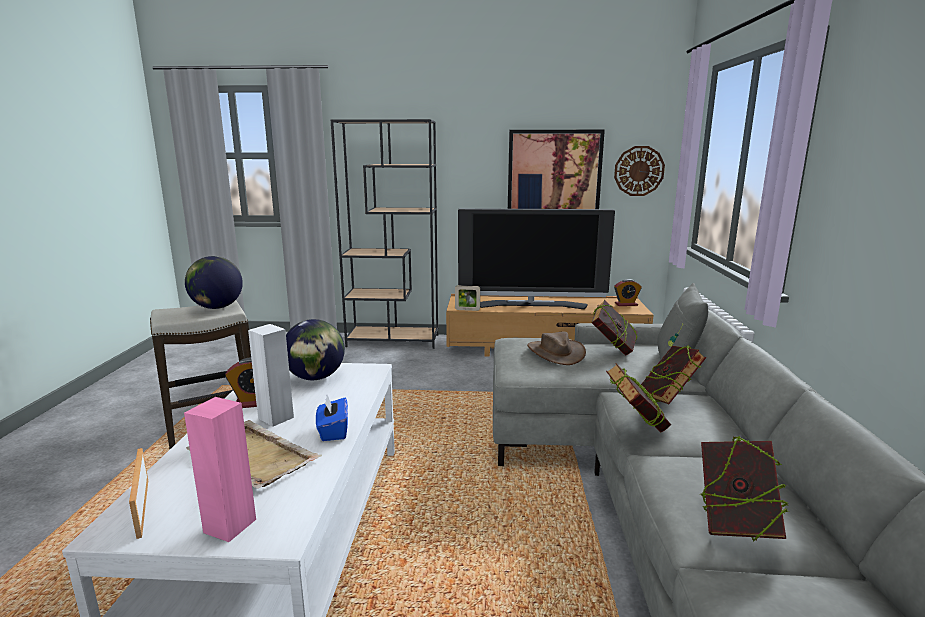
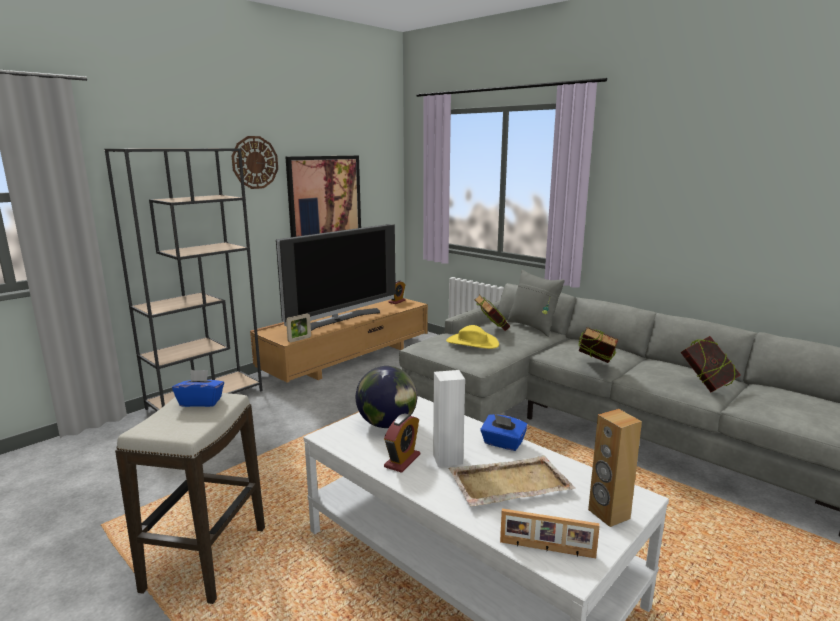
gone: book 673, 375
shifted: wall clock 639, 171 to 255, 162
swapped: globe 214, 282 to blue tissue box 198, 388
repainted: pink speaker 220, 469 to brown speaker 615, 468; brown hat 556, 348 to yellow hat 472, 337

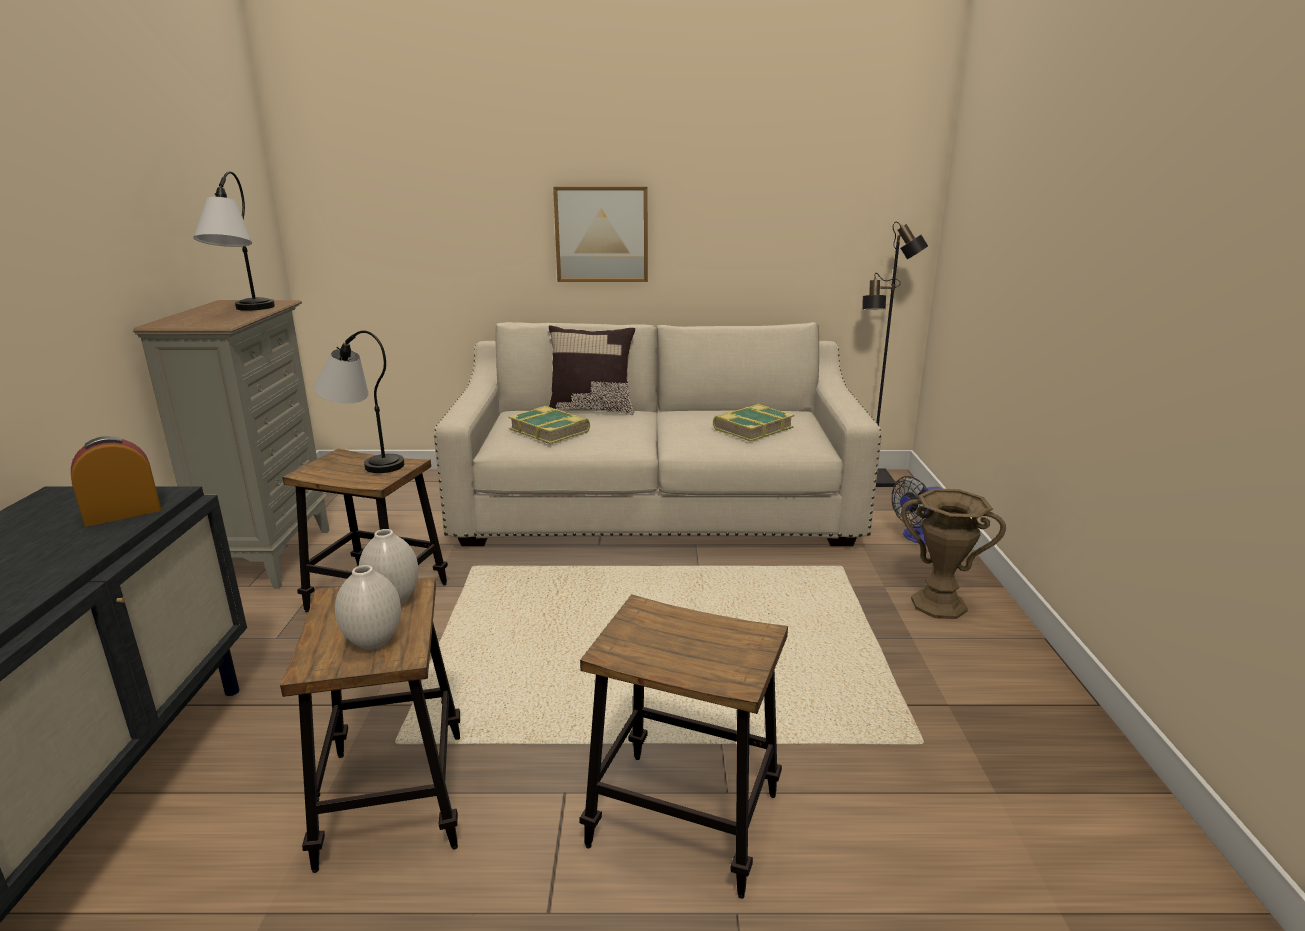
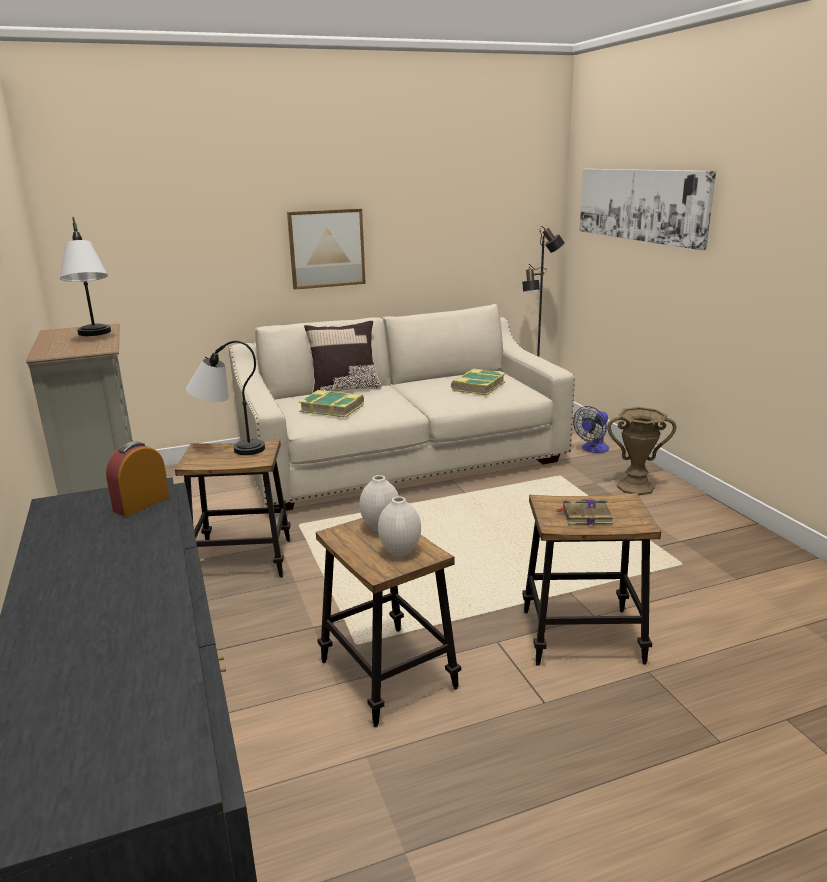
new: book 585, 511; picture 648, 210

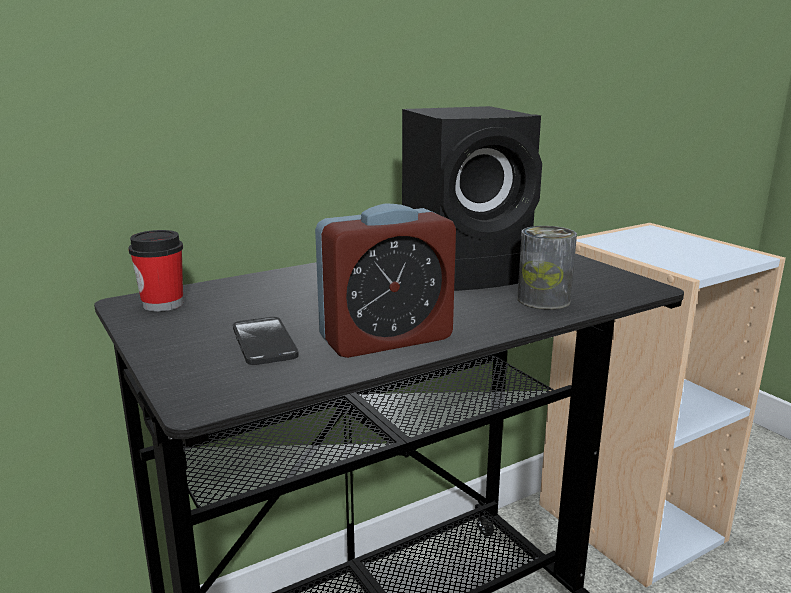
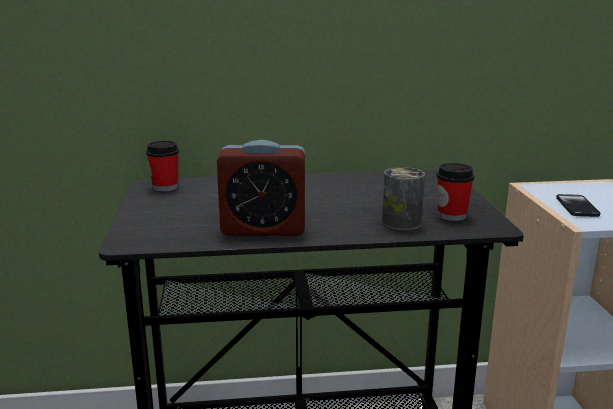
gone: black speaker 472, 198
new: cup 455, 192
shifted: phone 266, 341 to 578, 205

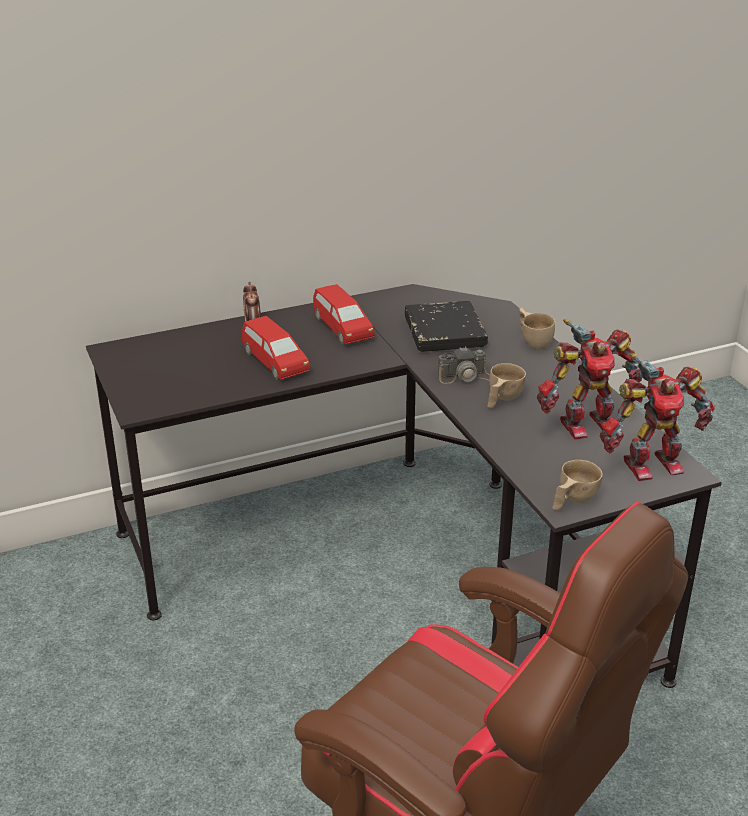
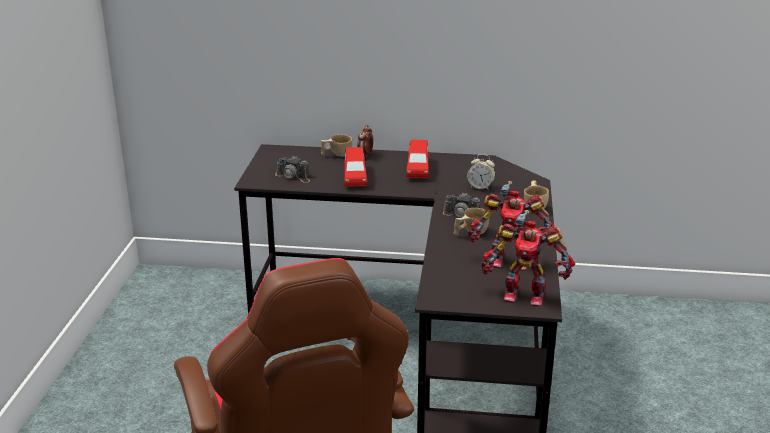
new: photo camera 292, 169
shifted: beige cup 578, 485 to 336, 145
swapped: black book 446, 326 to alarm clock 481, 171

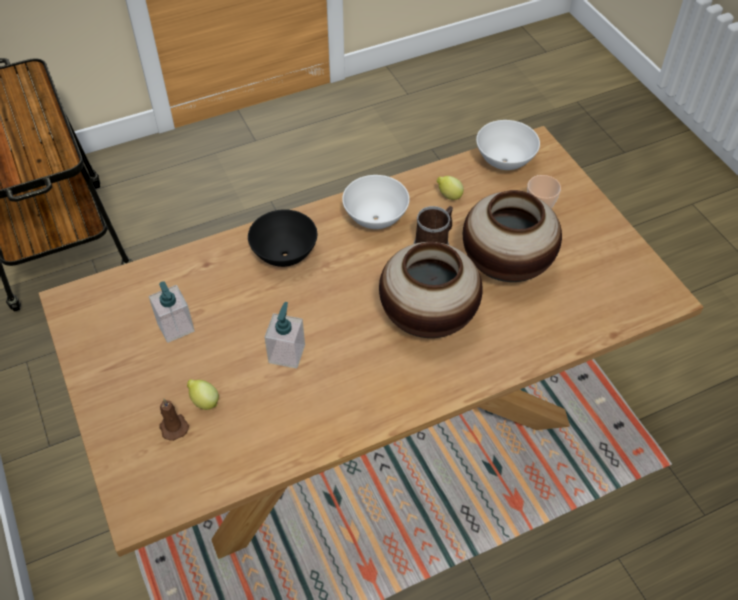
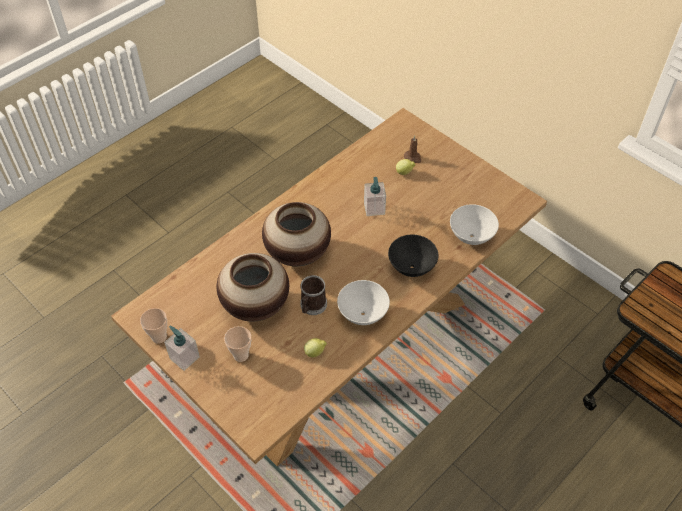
new: cup 153, 326
shifted: soap dispenser 172, 312 to 182, 348; white bowl 508, 145 to 474, 224

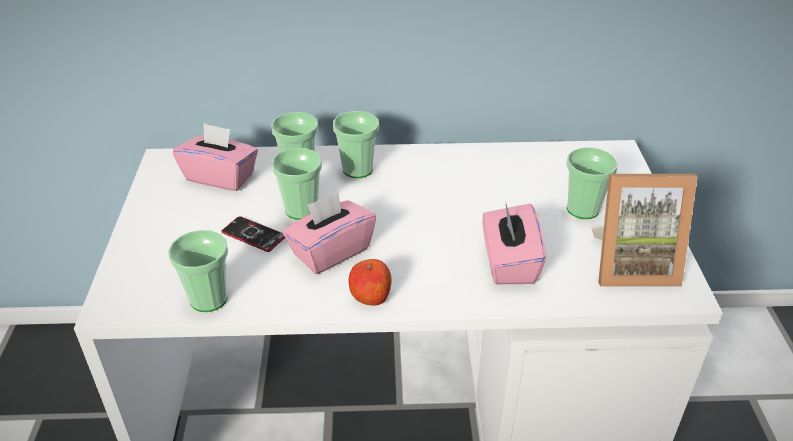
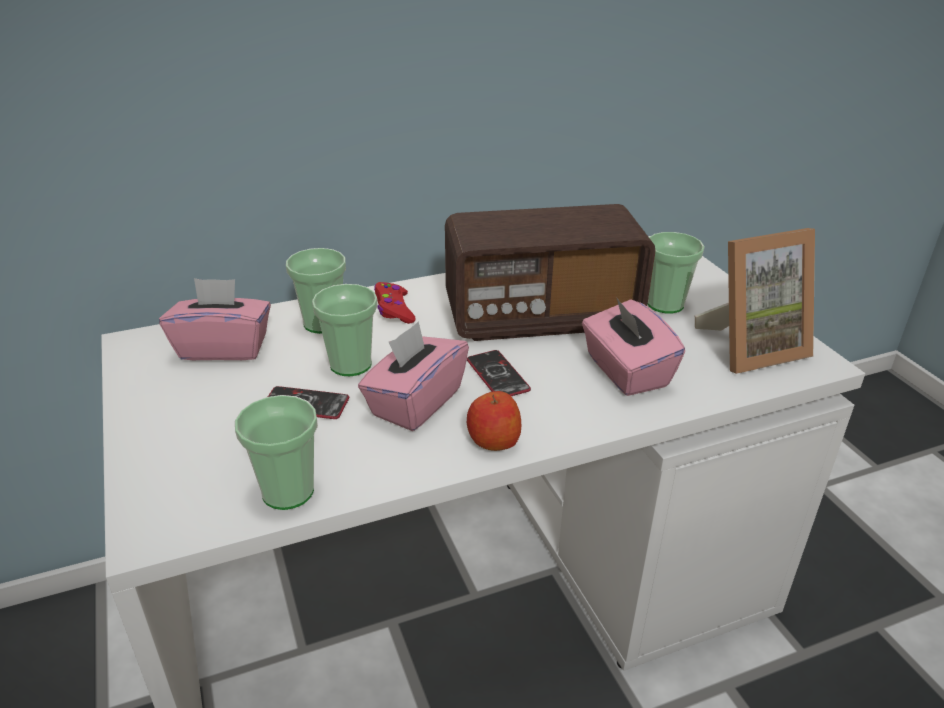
new: radio 550, 272; phone 499, 373
swapped: cup 356, 144 to red game controller 395, 303

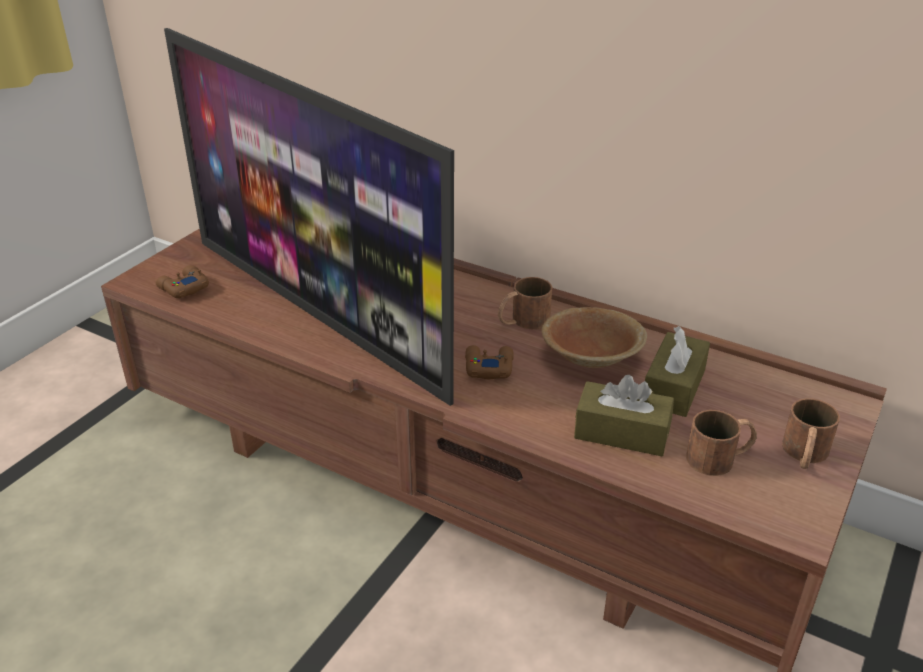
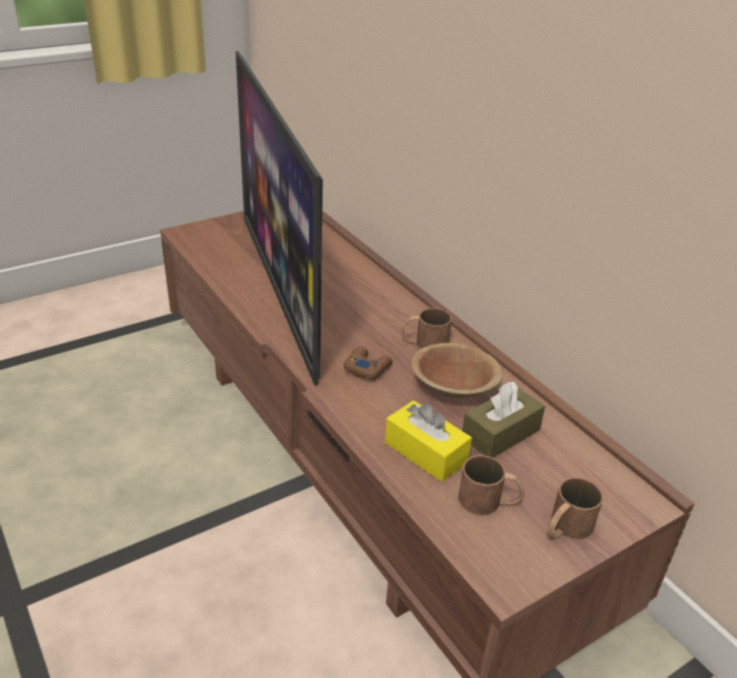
gone: brown game controller 182, 281
repainted: brown tissue box 624, 415 to yellow tissue box 428, 441

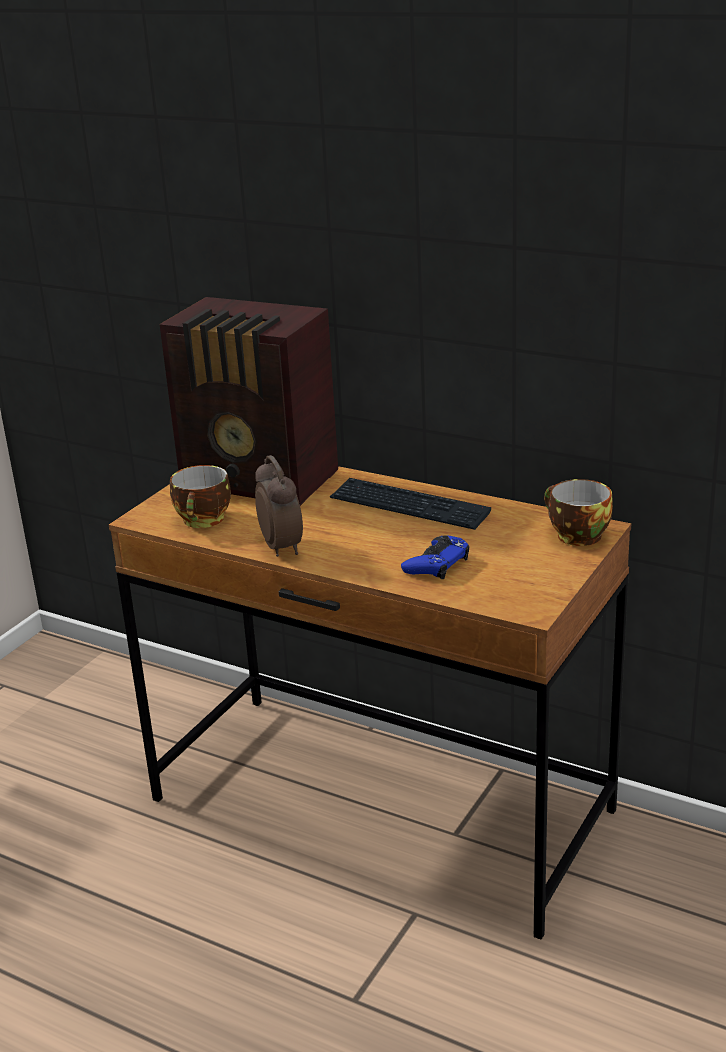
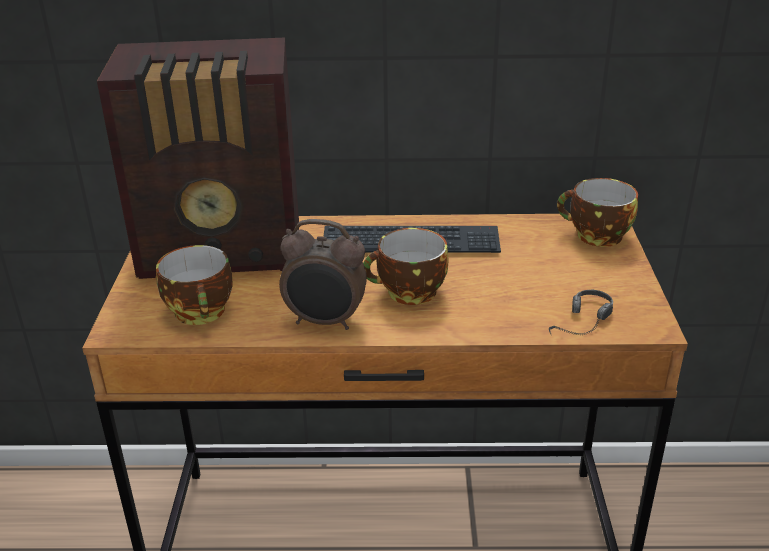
gone: blue game controller 435, 557
new: cup 406, 266; headphones 581, 313
rotated: alarm clock 279, 506 = 323, 274 150 degrees clockwise

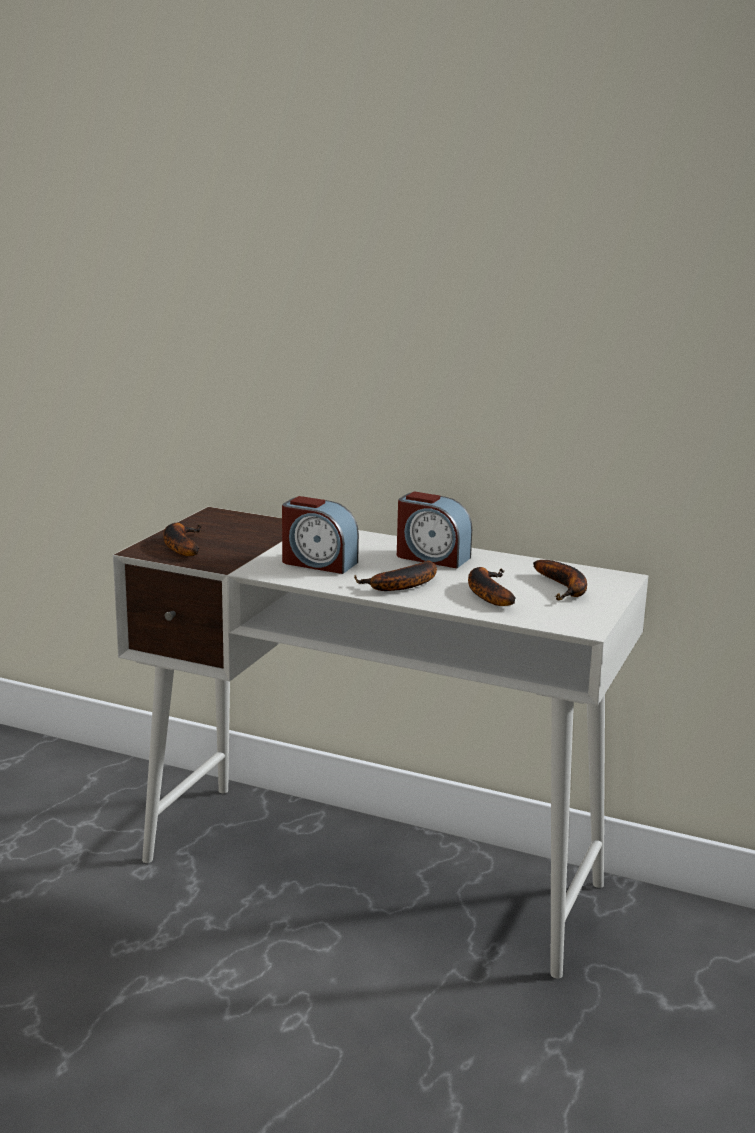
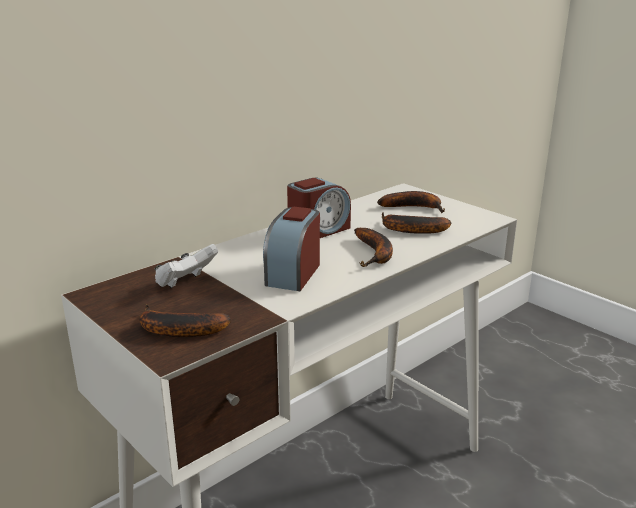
new: white game controller 186, 266
rotated: alarm clock 320, 535 = 291, 249 150 degrees clockwise

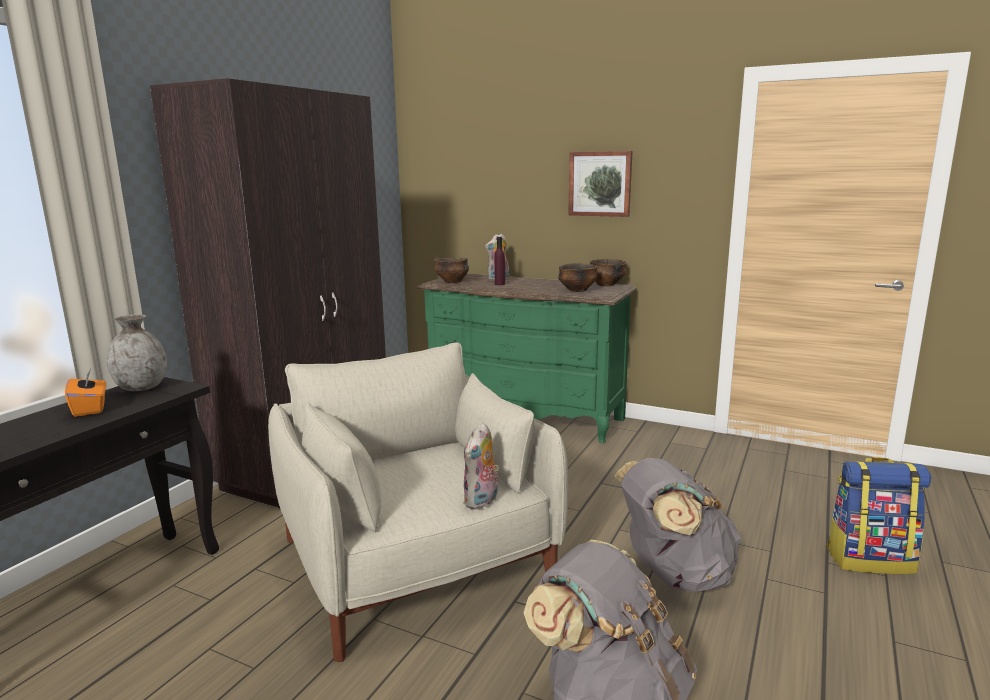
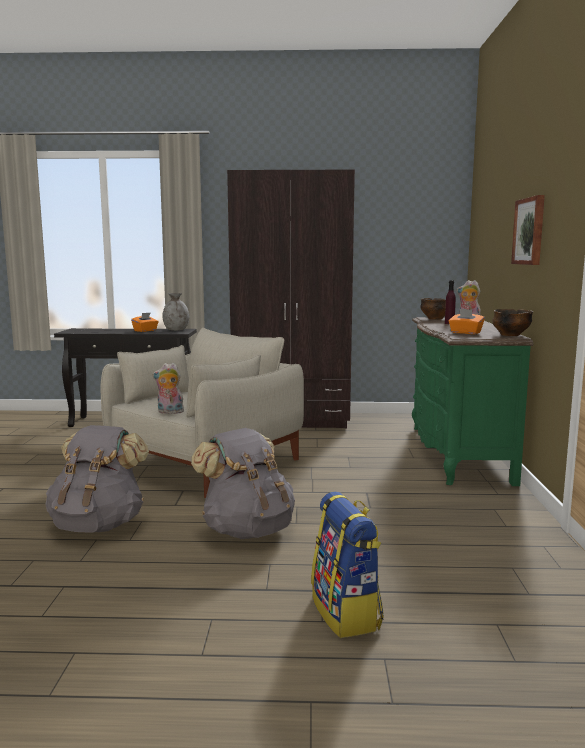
swapped: bowl 577, 277 to orange tissue box 467, 321

